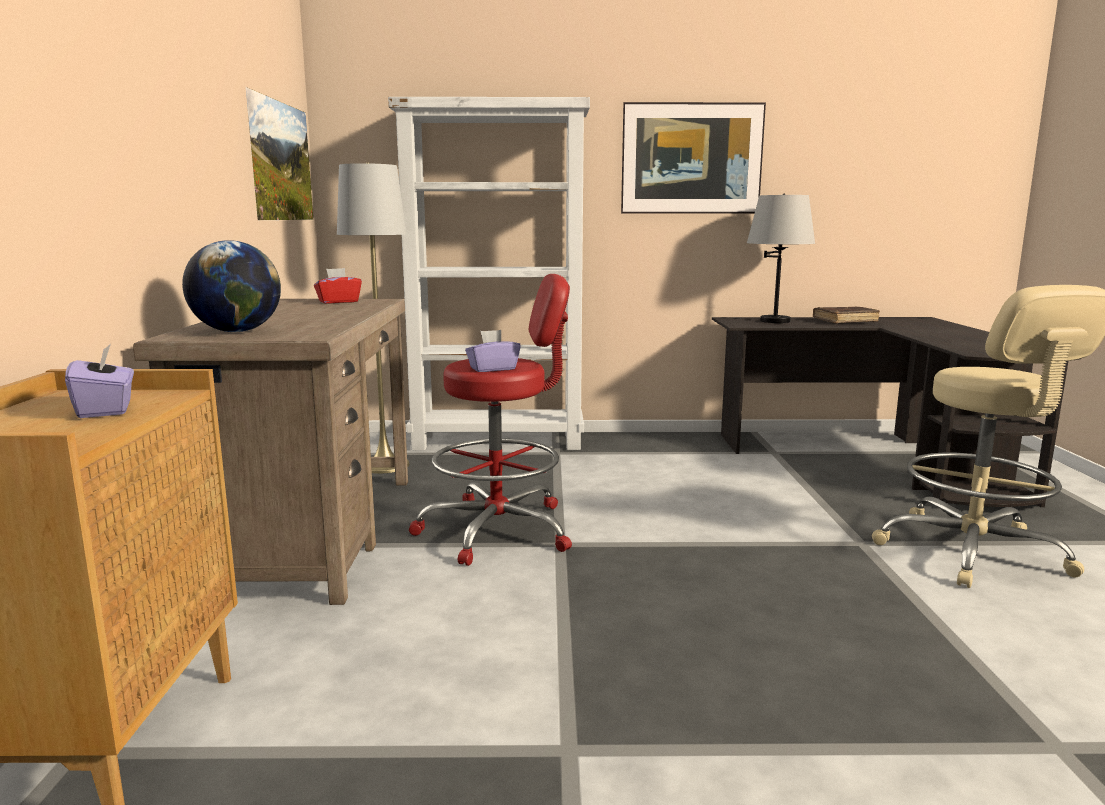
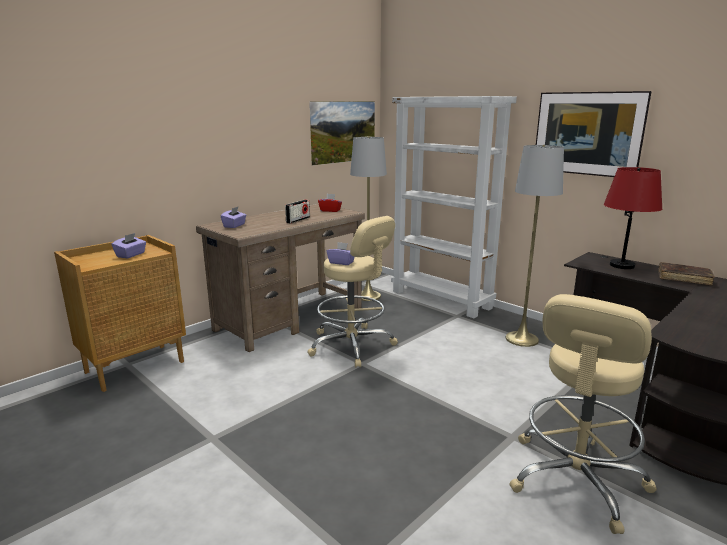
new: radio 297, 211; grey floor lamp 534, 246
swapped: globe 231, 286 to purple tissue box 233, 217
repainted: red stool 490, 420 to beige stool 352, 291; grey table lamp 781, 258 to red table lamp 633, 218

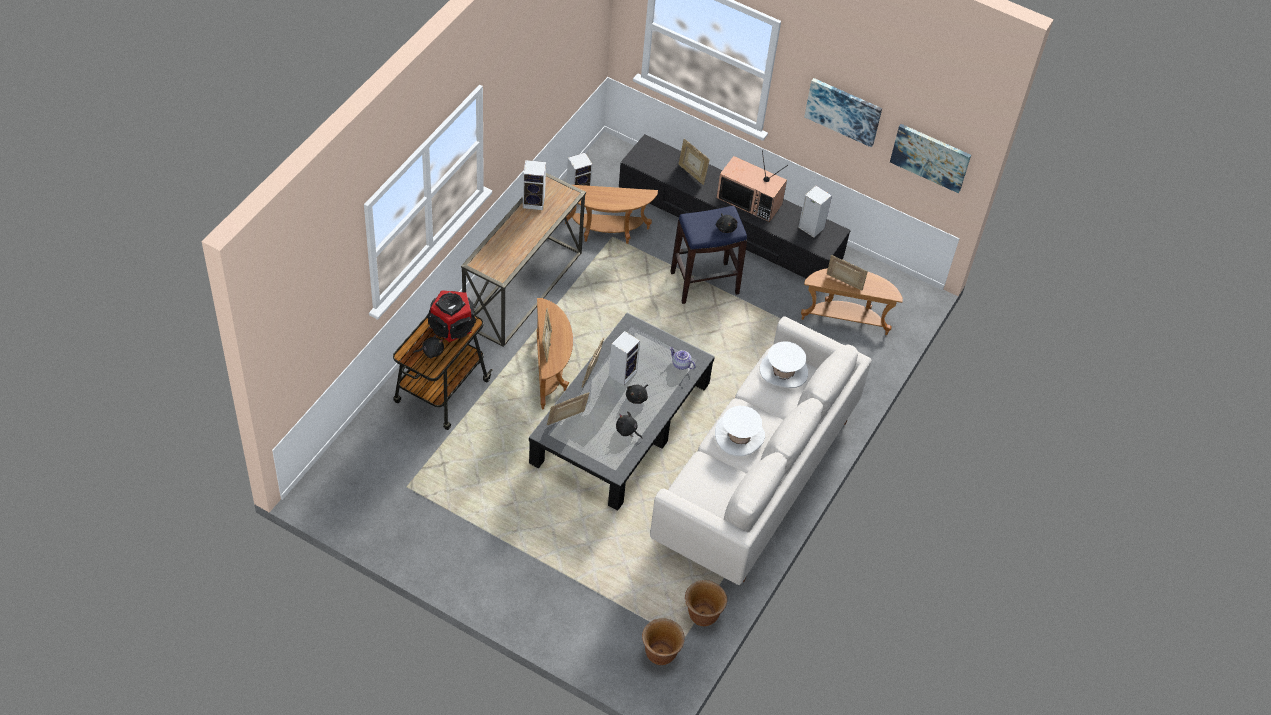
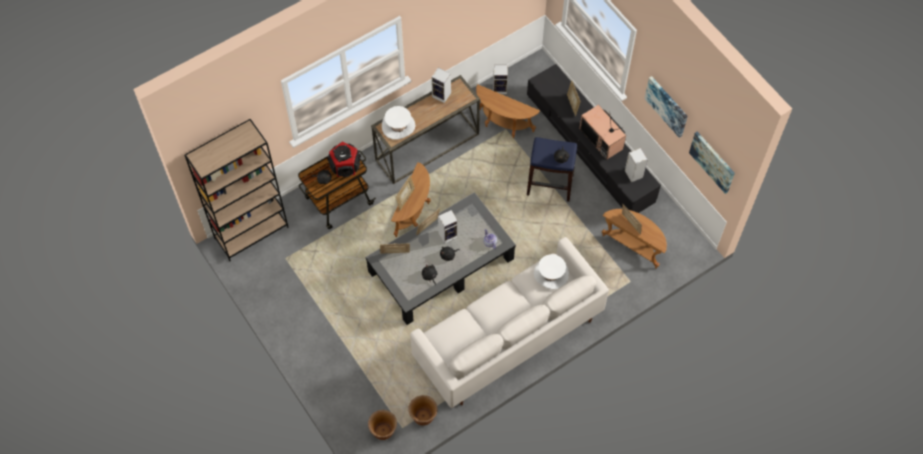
new: beige bookcase 236, 190
shifted: white hat 740, 431 to 398, 123

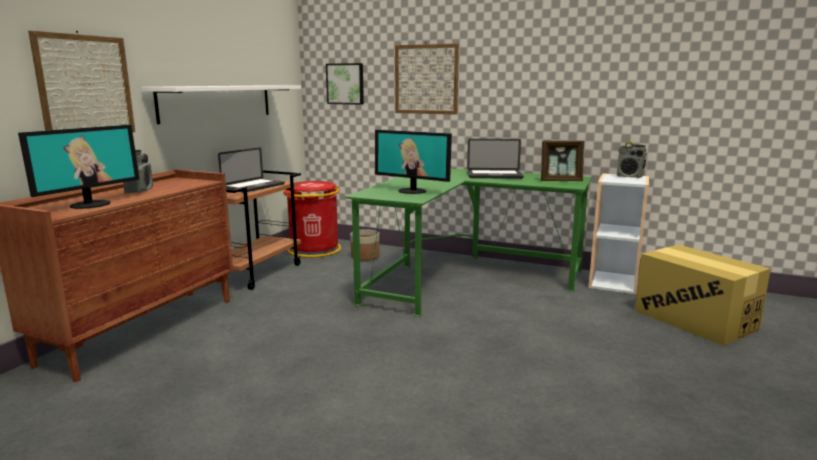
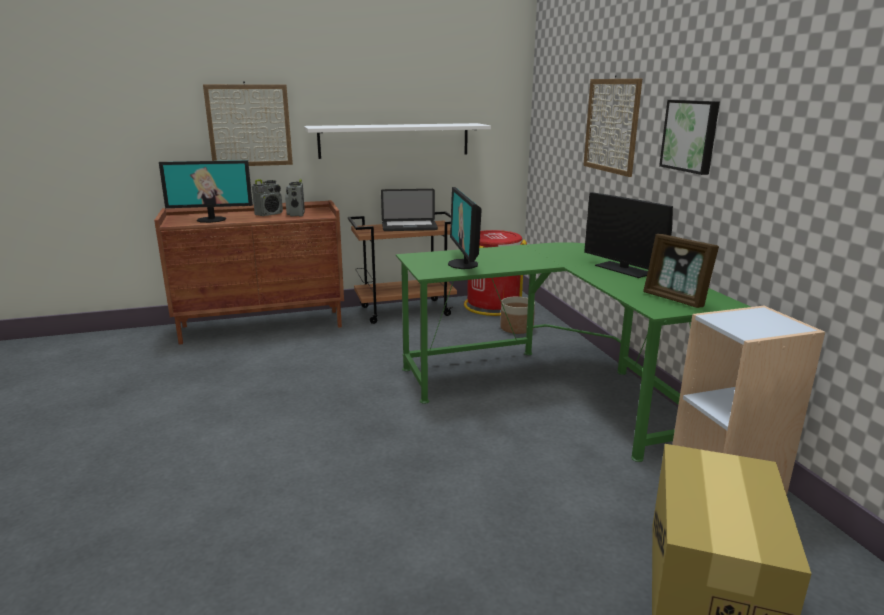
shifted: picture 345, 84 to 689, 137; radio 631, 160 to 295, 197
swapped: laptop 495, 159 to monitor 628, 235

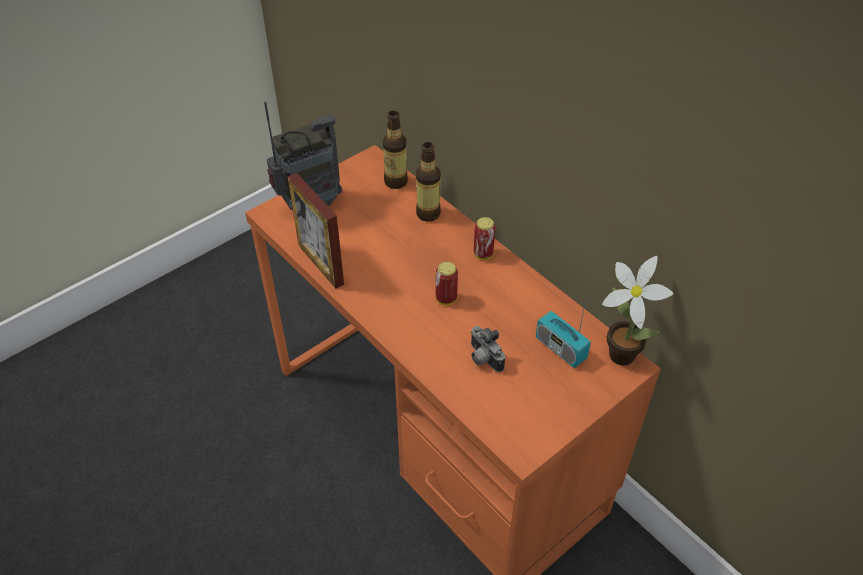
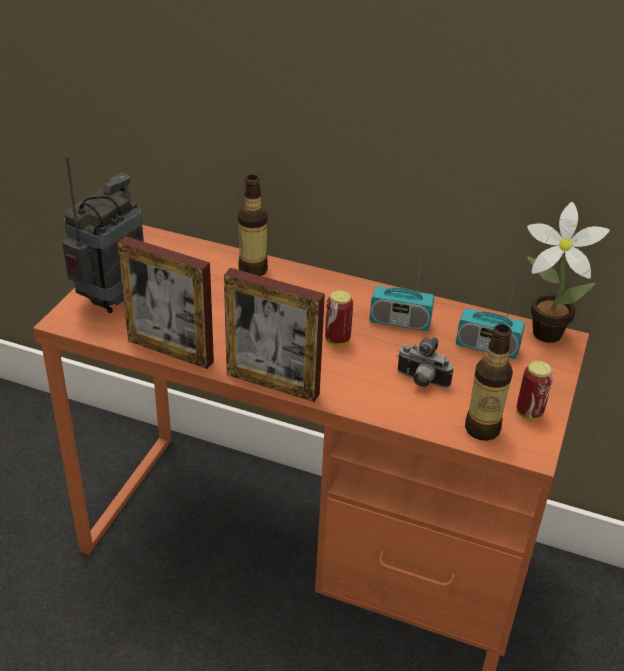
new: picture frame 274, 335; radio 402, 287
shifted: bottle 395, 150 to 489, 382; can 484, 238 to 534, 390

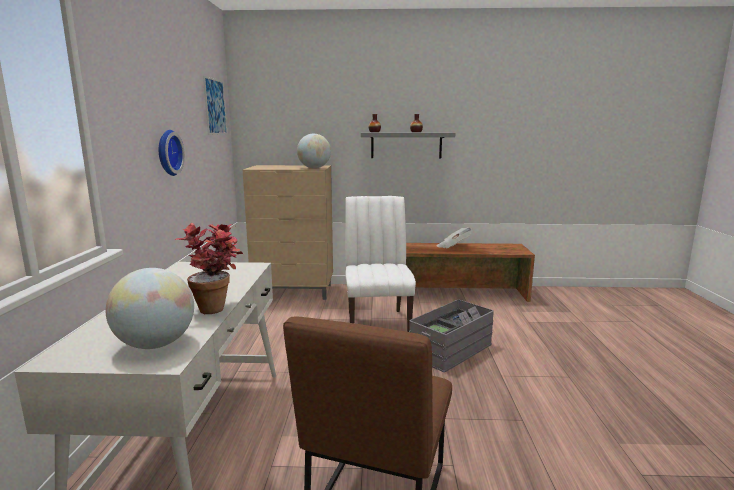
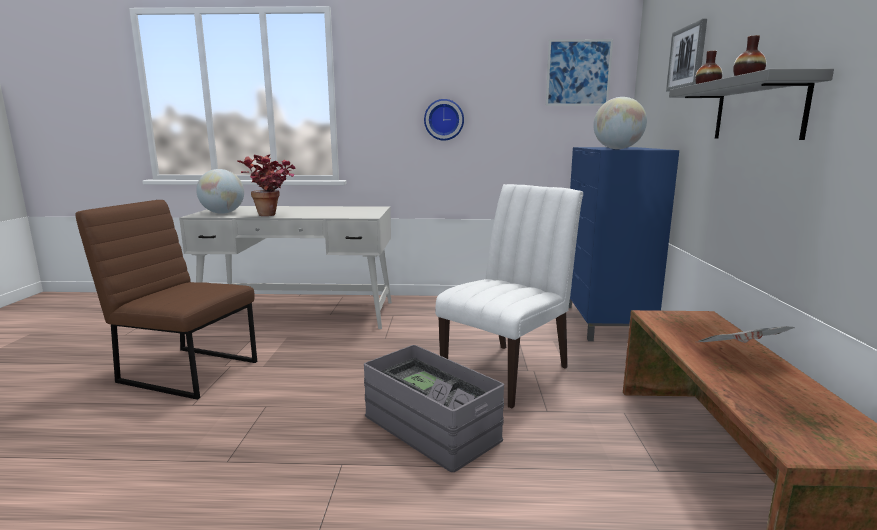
new: picture 686, 55
repainted: beige dresser 288, 232 to blue dresser 624, 244
rotated: white chair 380, 264 = 509, 296 45 degrees counterclockwise

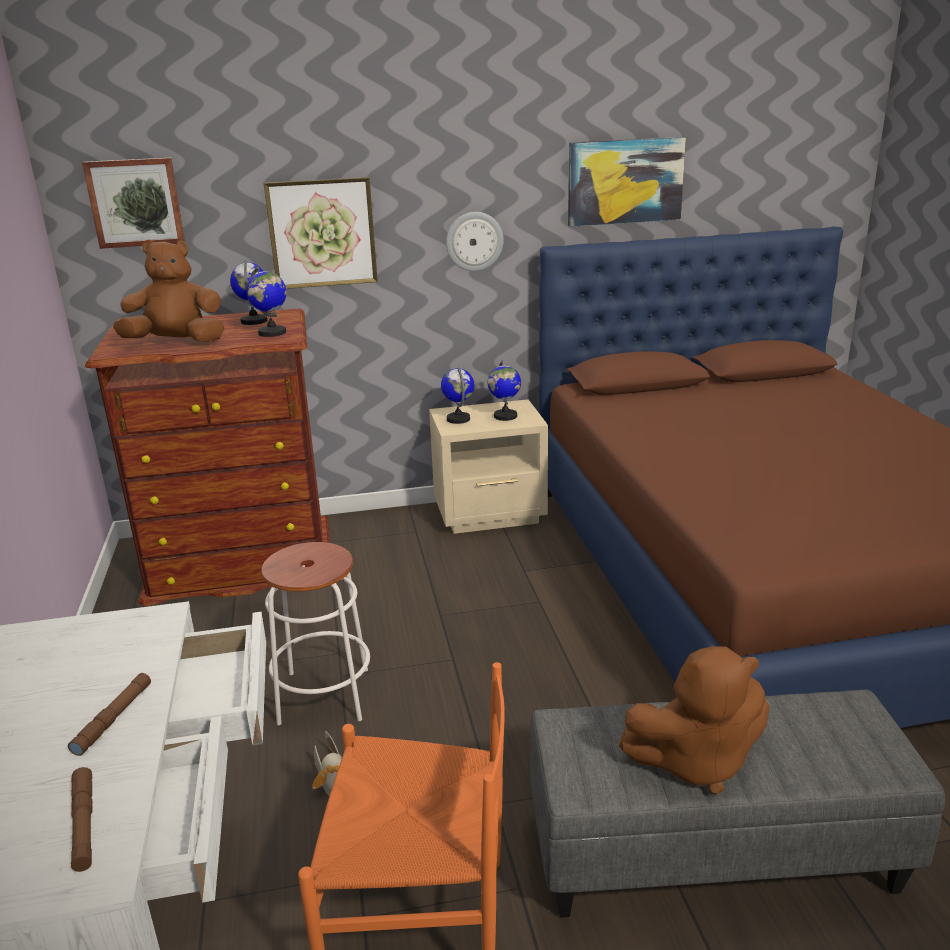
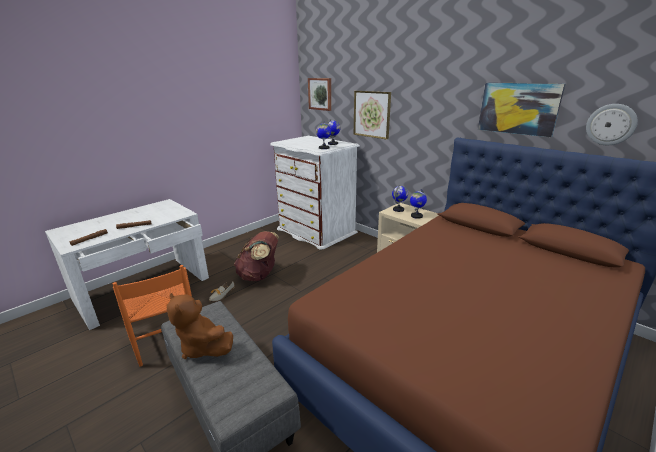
gone: brown plush toy 169, 290
shifted: wall clock 475, 241 to 612, 124
swapped: white stool 315, 633 to brown backpack 256, 256
repainted: brown dresser 207, 457 to white dresser 315, 192

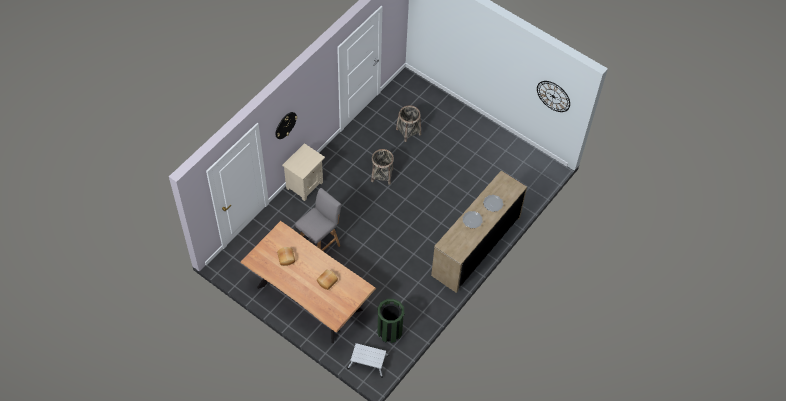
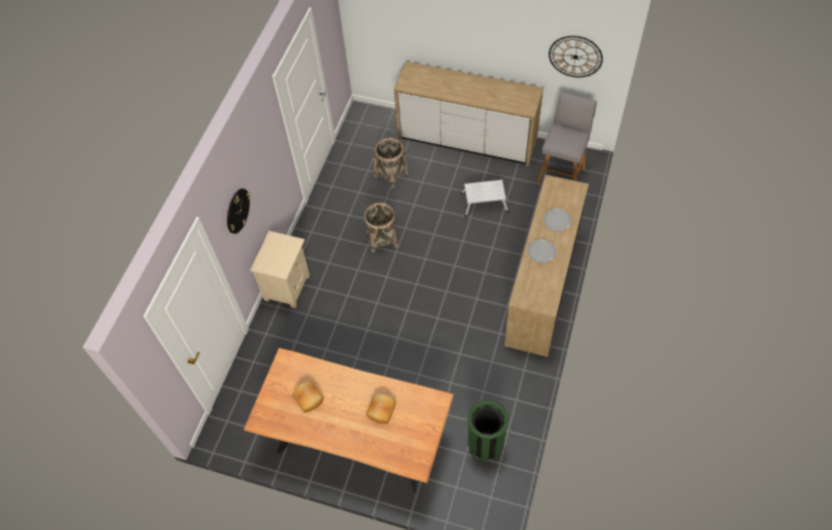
new: dresser 469, 114
shifted: grey stool 318, 219 to 567, 138; white step ladder 368, 360 to 484, 198

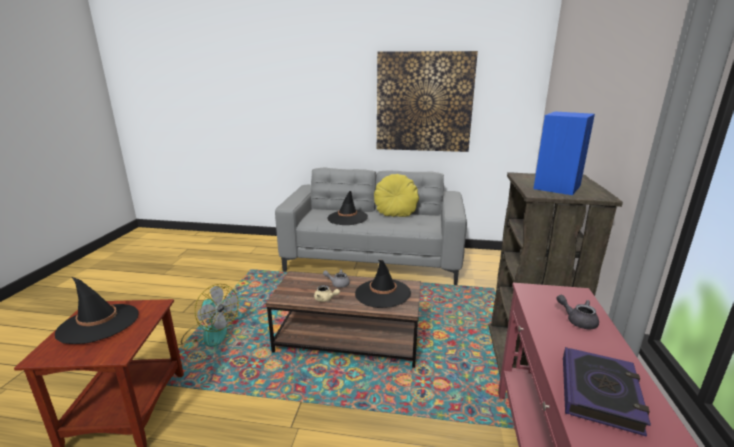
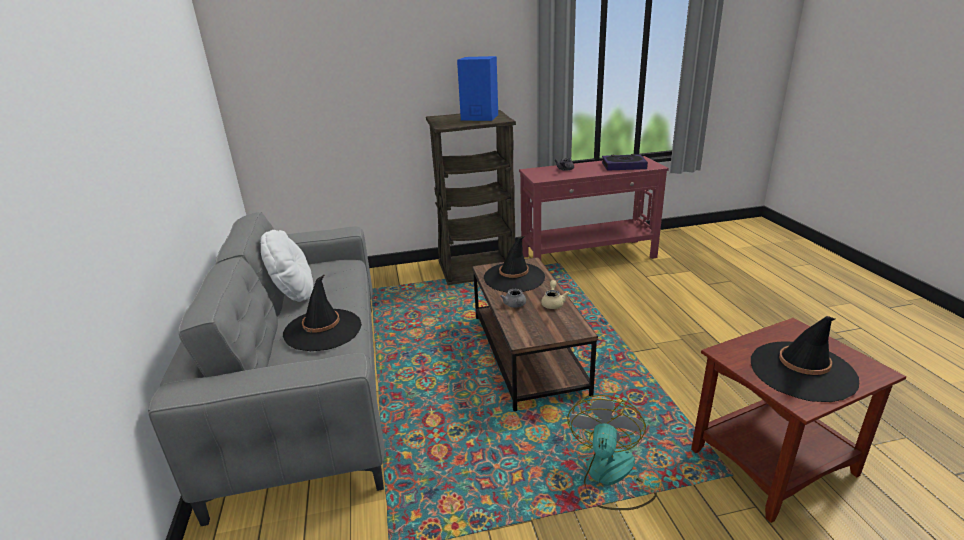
gone: picture 427, 101
repainted: yellow pillow 396, 195 to white pillow 287, 266

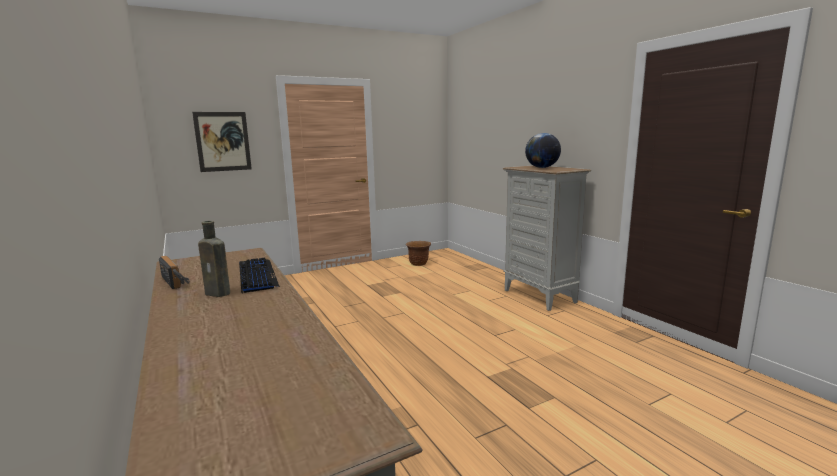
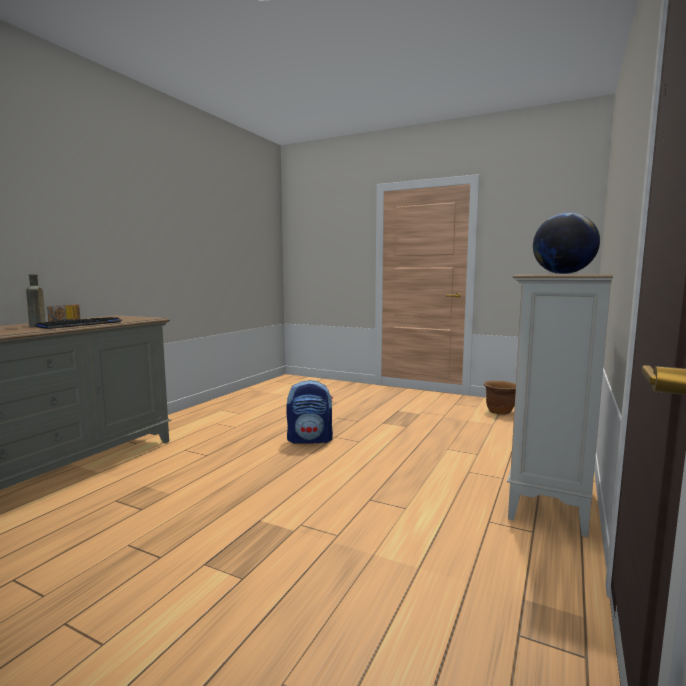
gone: picture 222, 142
new: backpack 309, 412

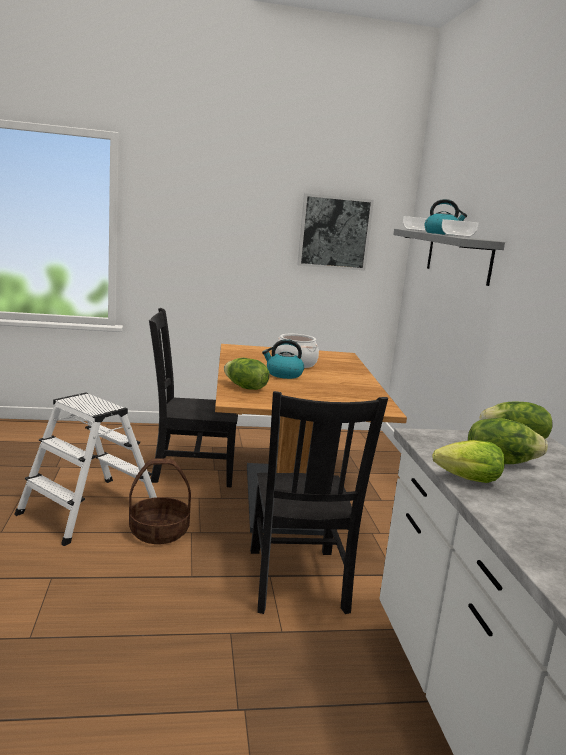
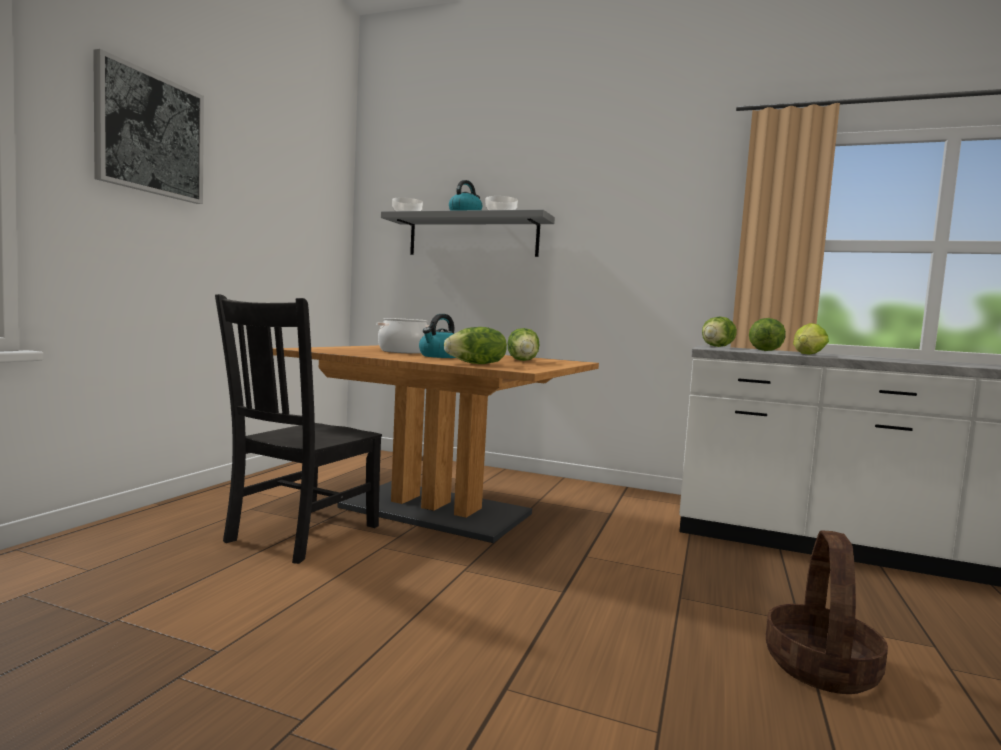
gone: white step ladder 85, 469; black chair 319, 502
new: lettuce 523, 344
shifted: basket 160, 501 to 827, 612; picture 335, 232 to 148, 126

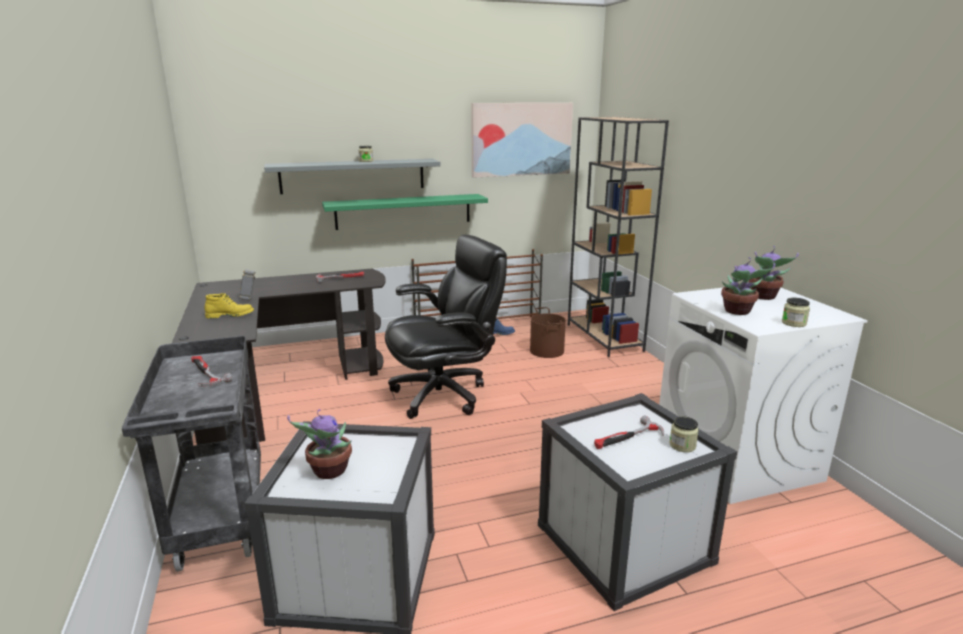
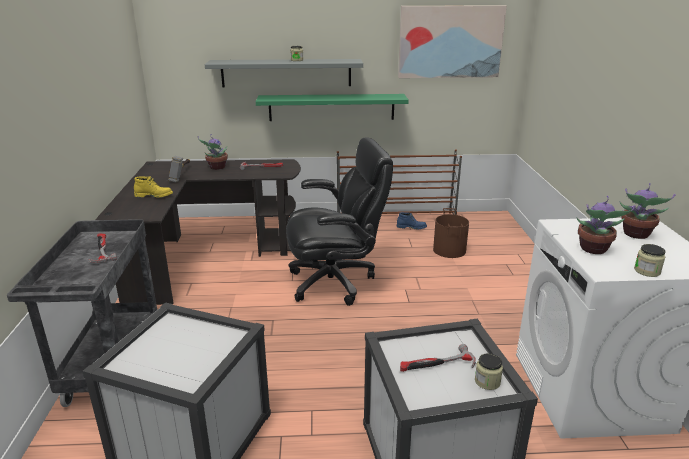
gone: bookcase 618, 237
shifted: potted plant 319, 444 to 213, 152

